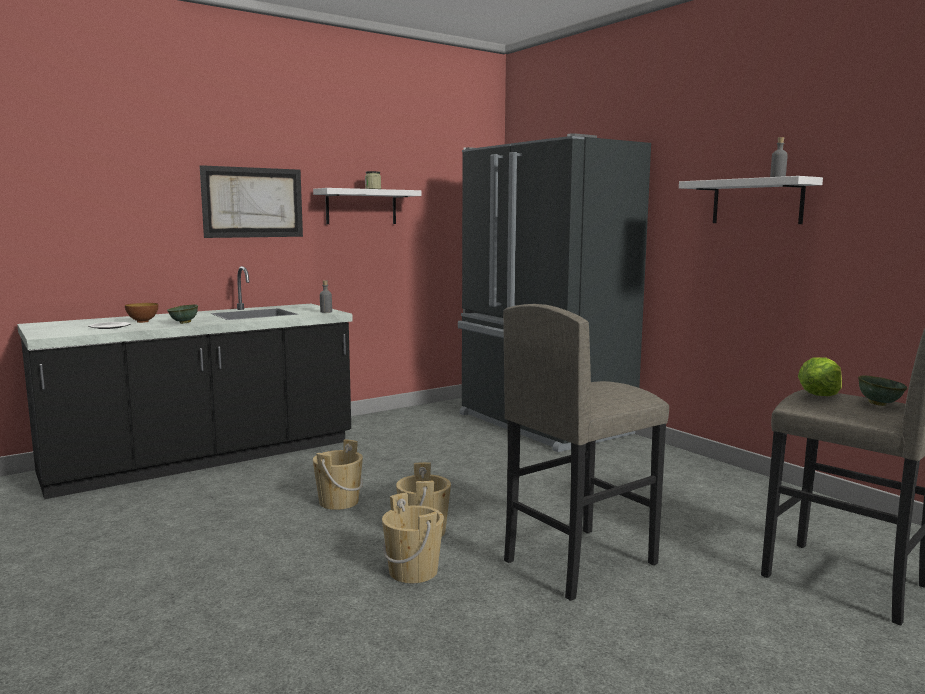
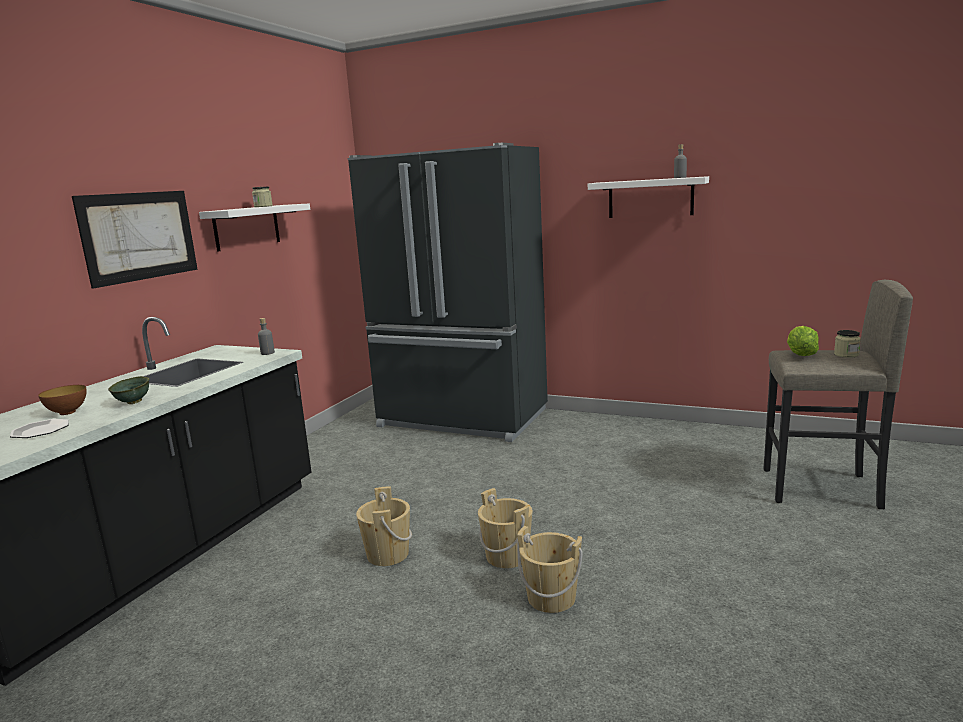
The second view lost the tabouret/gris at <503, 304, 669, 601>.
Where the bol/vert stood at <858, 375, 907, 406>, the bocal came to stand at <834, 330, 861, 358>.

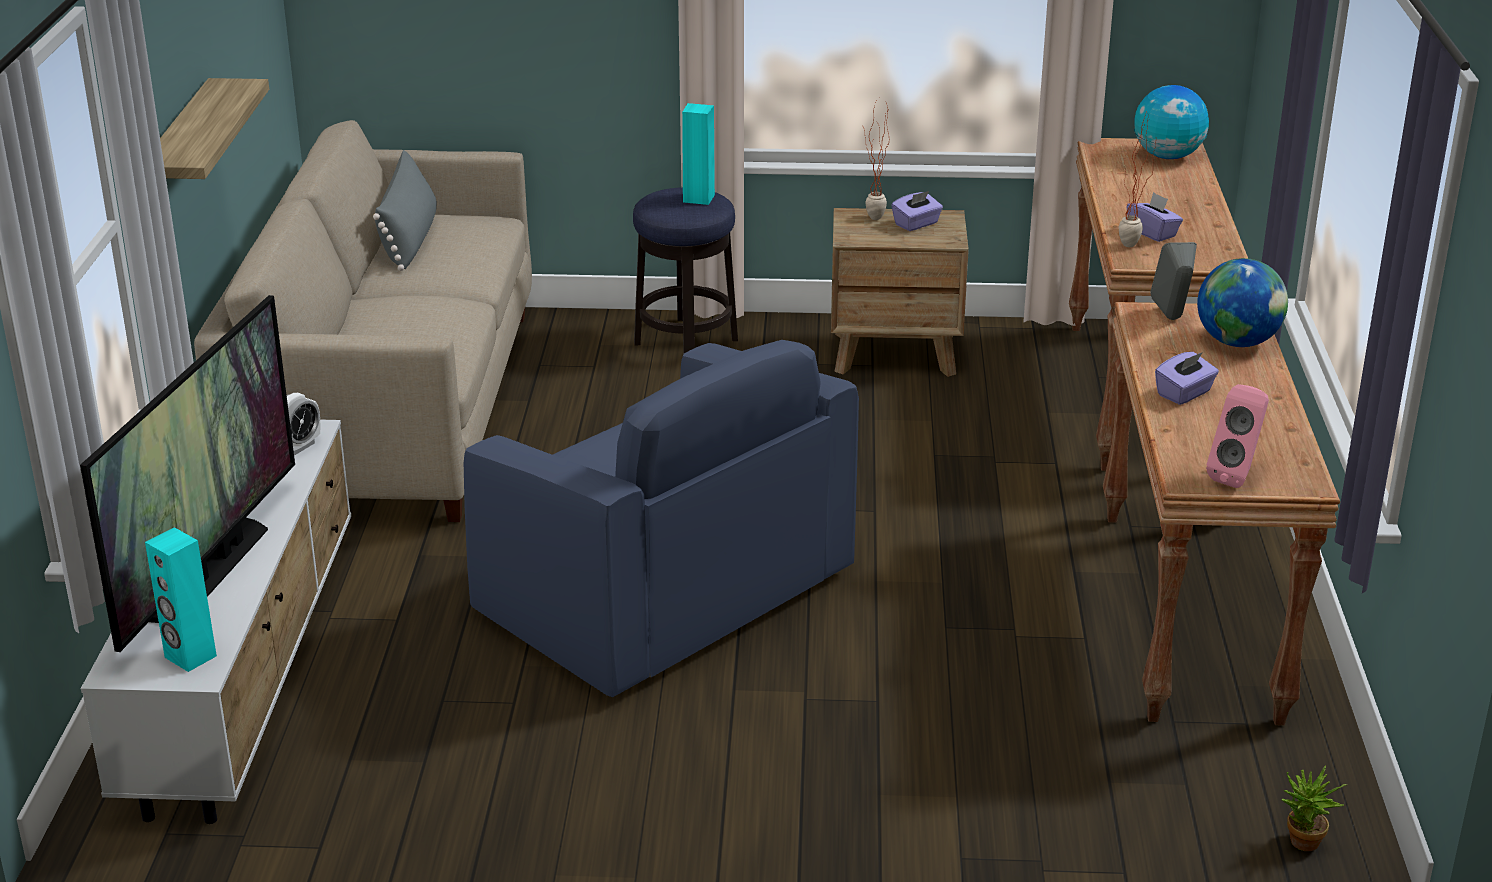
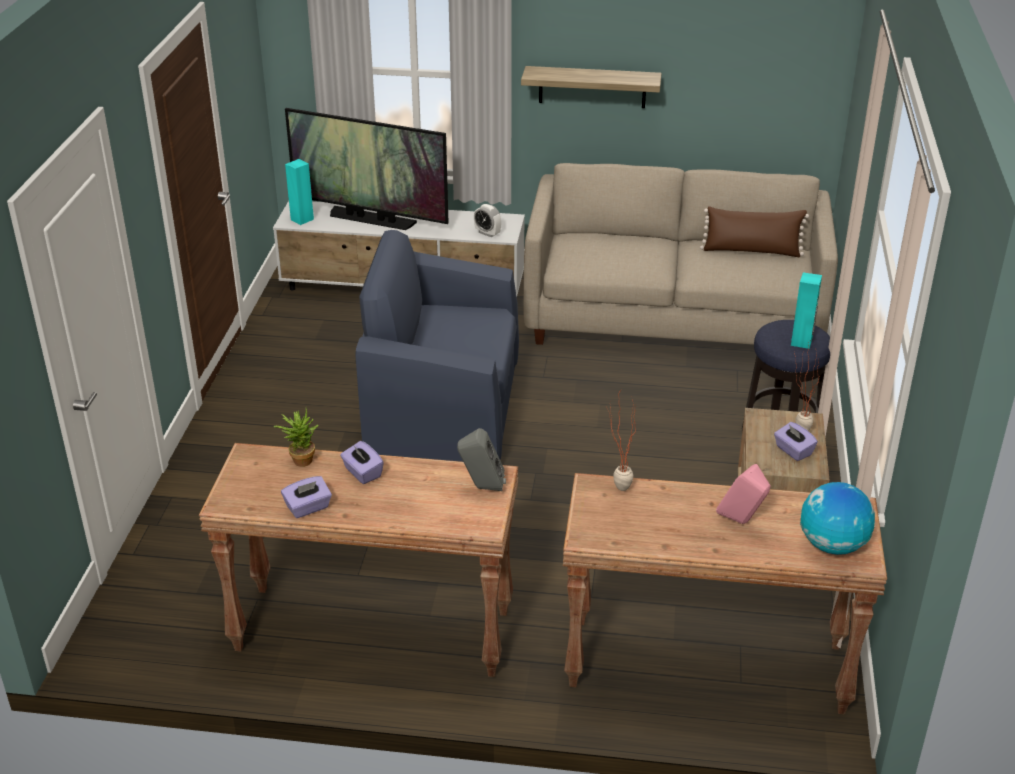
The second view lost the globe at <1197, 258, 1288, 347>.
The boîte à mouchoirs/violet ended up elsewhere, having gone from <1126, 192, 1183, 242> to <281, 476, 332, 518>.
The enceinte/rose ended up elsewhere, having gone from <1206, 384, 1269, 488> to <716, 464, 771, 524>.
The plante en pot ended up elsewhere, having gone from <1282, 765, 1347, 851> to <273, 409, 318, 467>.
What was the coussin/gris at <373, 150, 437, 271> turned into the coussin/marron at <700, 206, 809, 257>.
The fauteuil/bleu at <464, 340, 859, 697> ended up facing another way, 45 degrees clockwise from before.

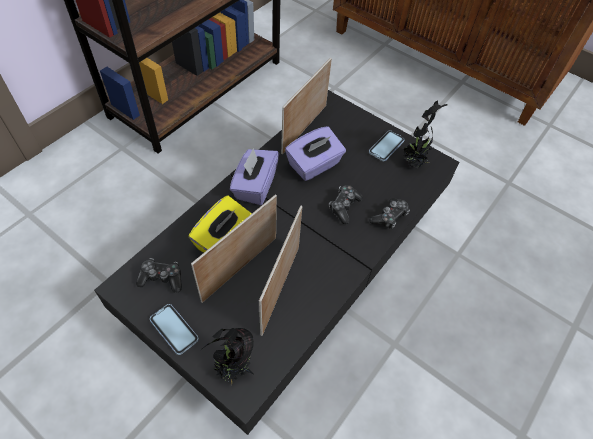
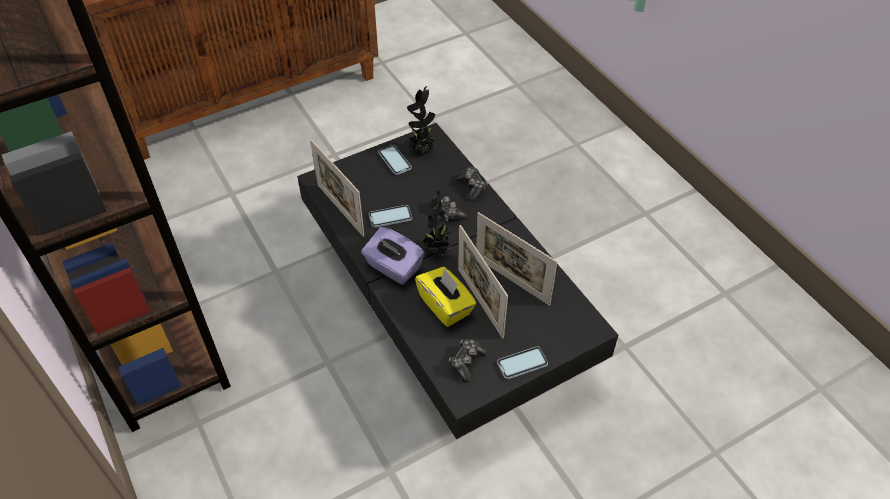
The plante en pot ended up elsewhere, having gone from <201, 328, 254, 386> to <423, 191, 453, 256>.
Where the boîte à mouchoirs/violet stood at <285, 126, 346, 181>, the téléphone came to stand at <369, 205, 412, 228>.

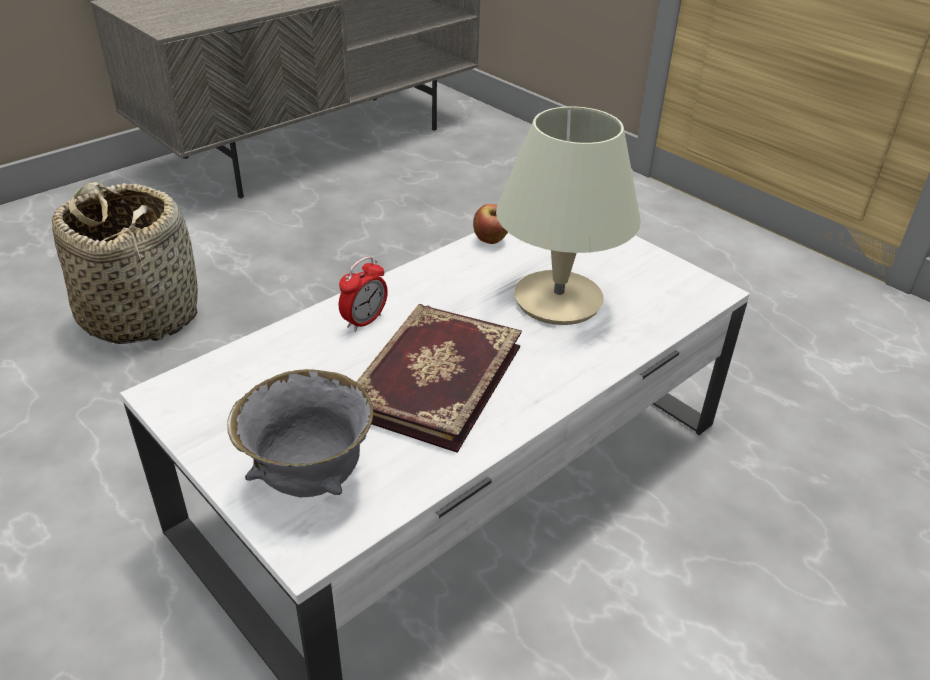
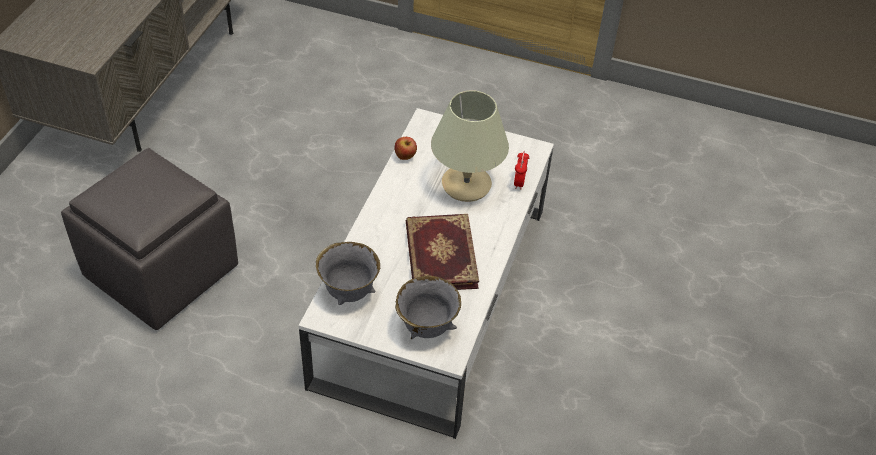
The second view gained the bol/gris at <316, 242, 380, 305>.
The réveil ended up elsewhere, having gone from <339, 256, 388, 332> to <514, 151, 529, 190>.
Where the panier stood at <52, 182, 198, 344>, the pouf/gris came to stand at <61, 148, 238, 330>.

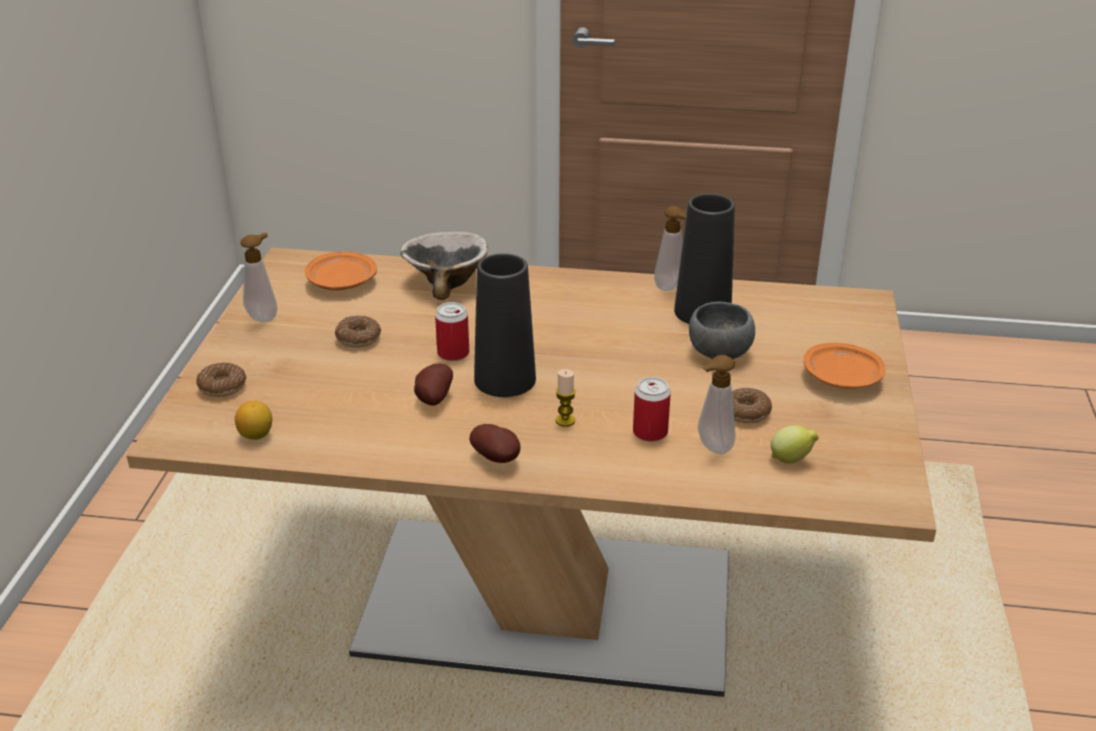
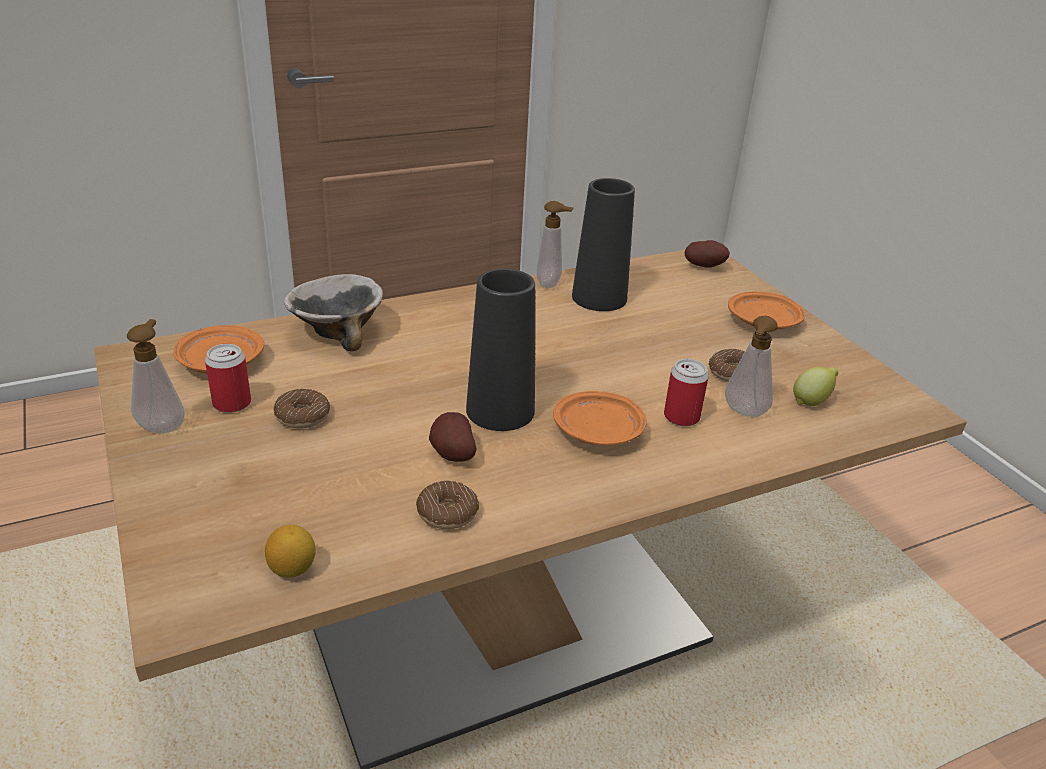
The second view lost the bol/gris at <689, 302, 755, 359>.
The beignet ended up elsewhere, having gone from <197, 363, 246, 397> to <416, 481, 479, 529>.
The boîte métallique ended up elsewhere, having gone from <435, 302, 469, 361> to <205, 344, 251, 413>.
The pomme de terre ended up elsewhere, having gone from <469, 424, 520, 463> to <684, 240, 730, 268>.
Where the bougie stood at <556, 369, 576, 427>, the assiette/orange came to stand at <553, 391, 647, 445>.

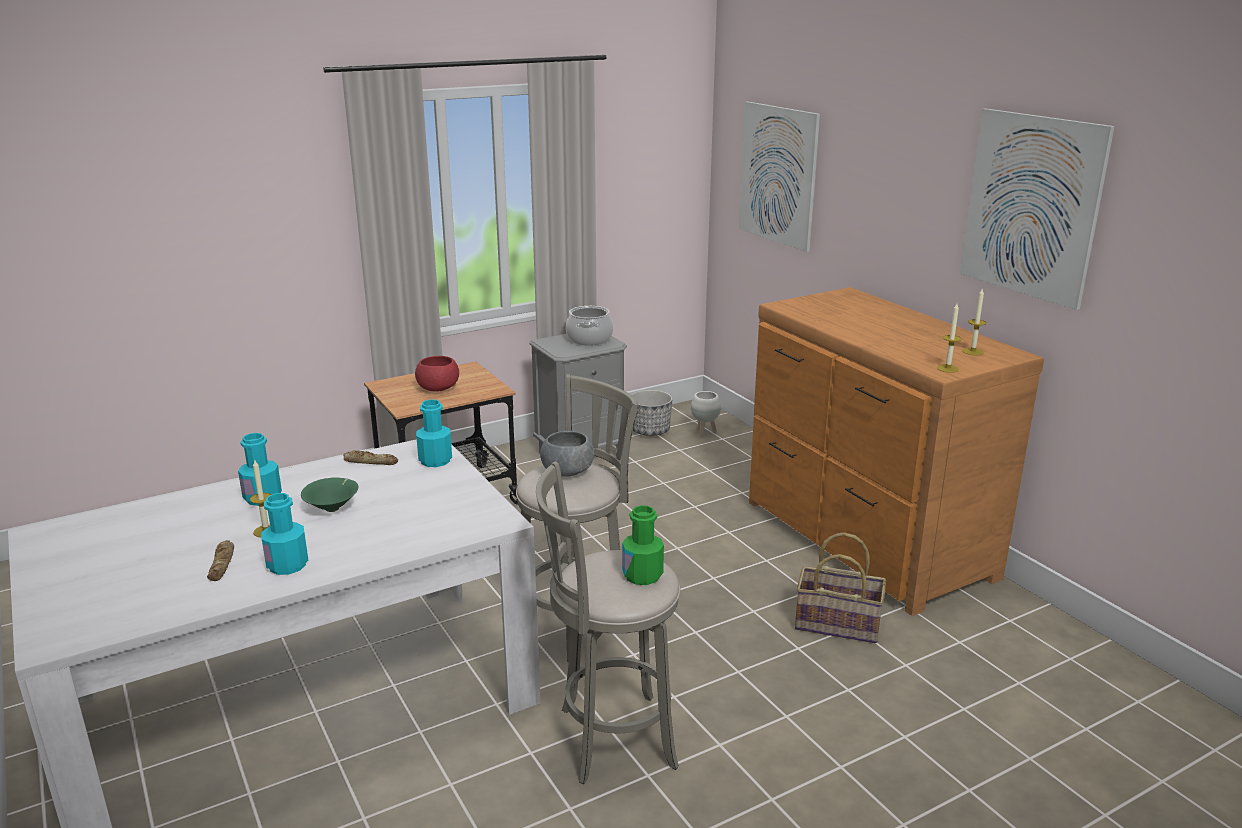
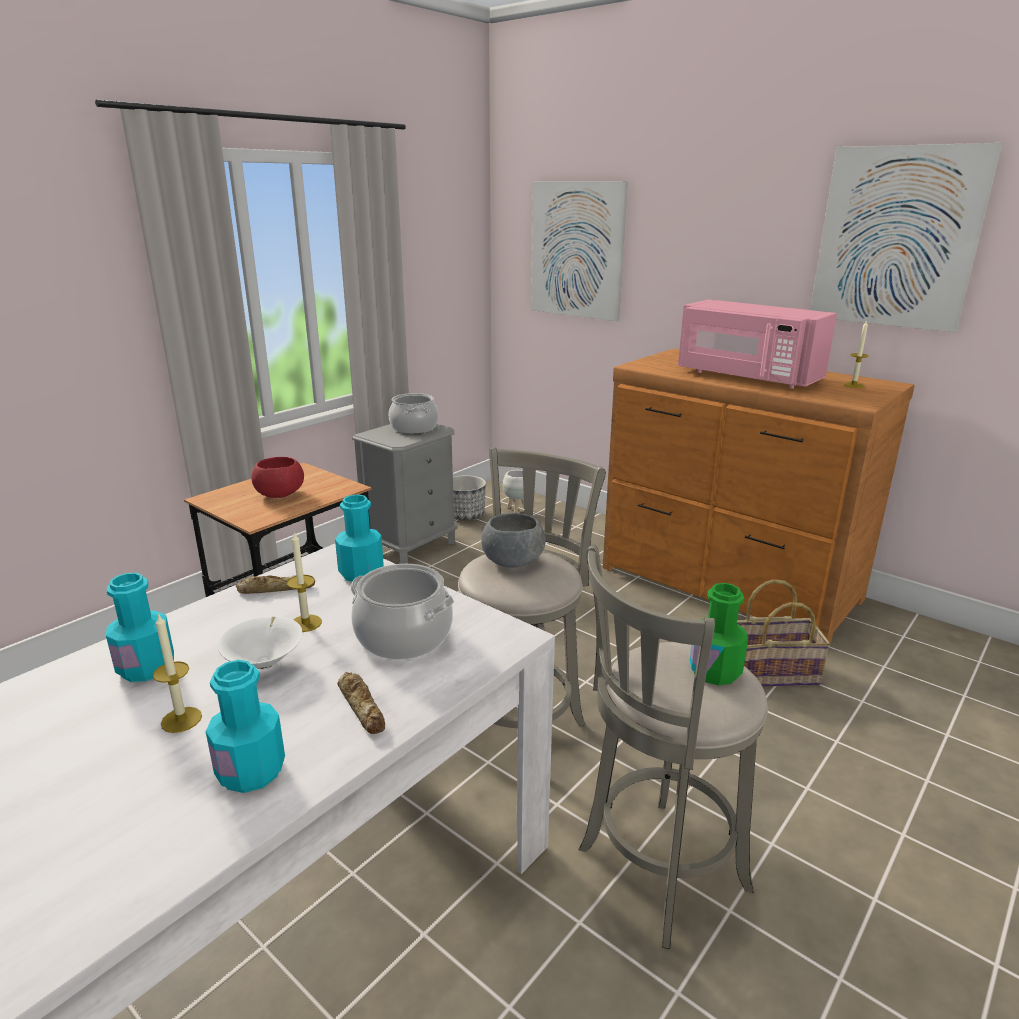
The second view gained the marmite at <350, 564, 454, 659>.
The second view gained the micro-ondes/rose at <678, 299, 837, 389>.
The pain ended up elsewhere, having gone from <207, 540, 234, 581> to <337, 672, 385, 734>.
The bougie ended up elsewhere, having gone from <937, 304, 962, 373> to <287, 531, 322, 632>.
What was the bol/vert at <301, 477, 359, 512> turned into the bol/blanc at <218, 617, 303, 669>.

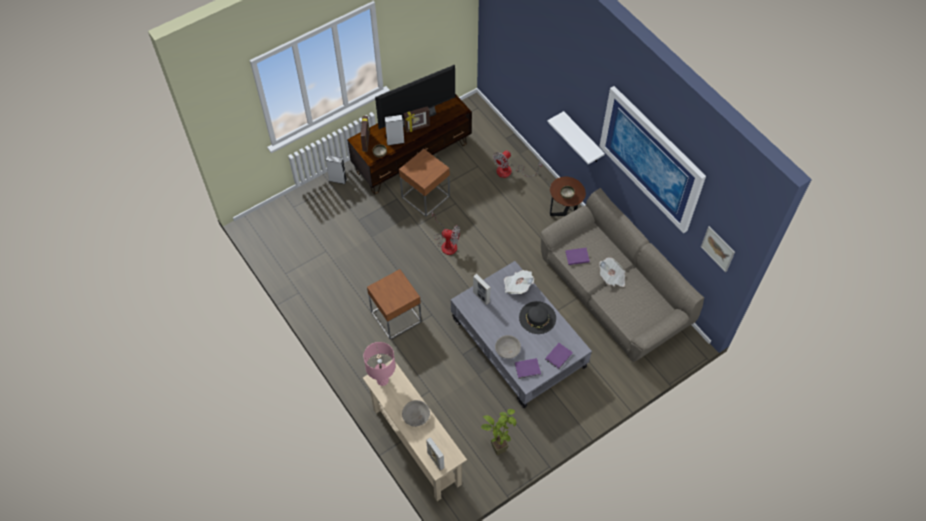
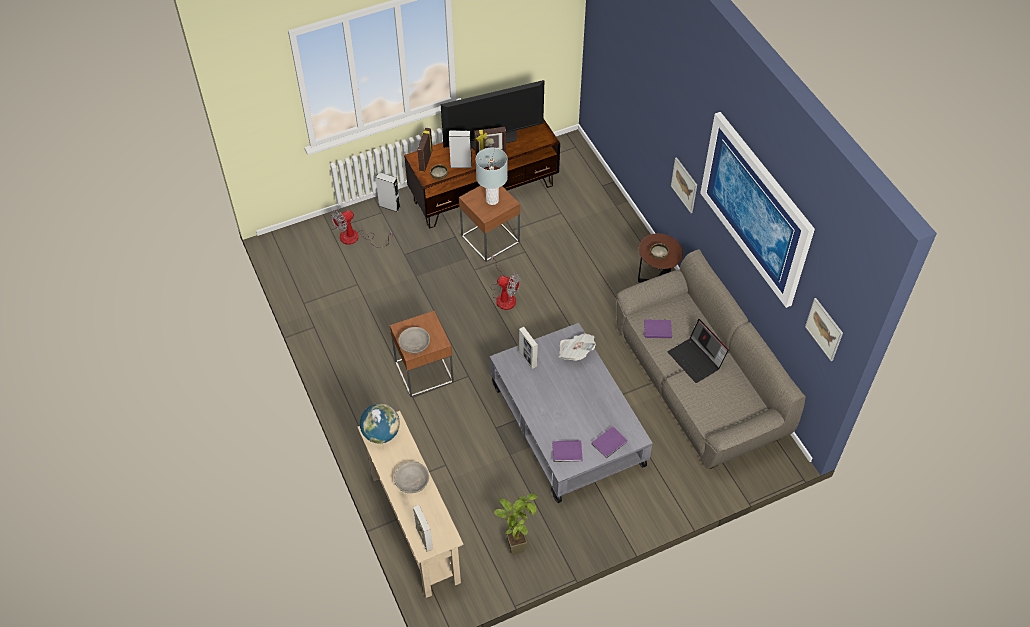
The second view lost the chapeau/noir at <519, 301, 556, 334>.
The second view gained the lampe de table/gris at <476, 148, 508, 205>.
The ventilateur ended up elsewhere, having gone from <493, 150, 542, 178> to <331, 210, 393, 248>.
The bol/gris ended up elsewhere, having gone from <495, 335, 521, 359> to <398, 327, 430, 354>.
Where the lampe de table/rose stood at <364, 342, 396, 386>, the globe came to stand at <360, 403, 400, 443>.
Where the étagère/blanc hung at <548, 111, 605, 164>, the tableau came to hang at <671, 157, 697, 213>.
Where the journal stood at <599, 257, 626, 287>, the ordinateur portable came to stand at <668, 319, 729, 383>.

